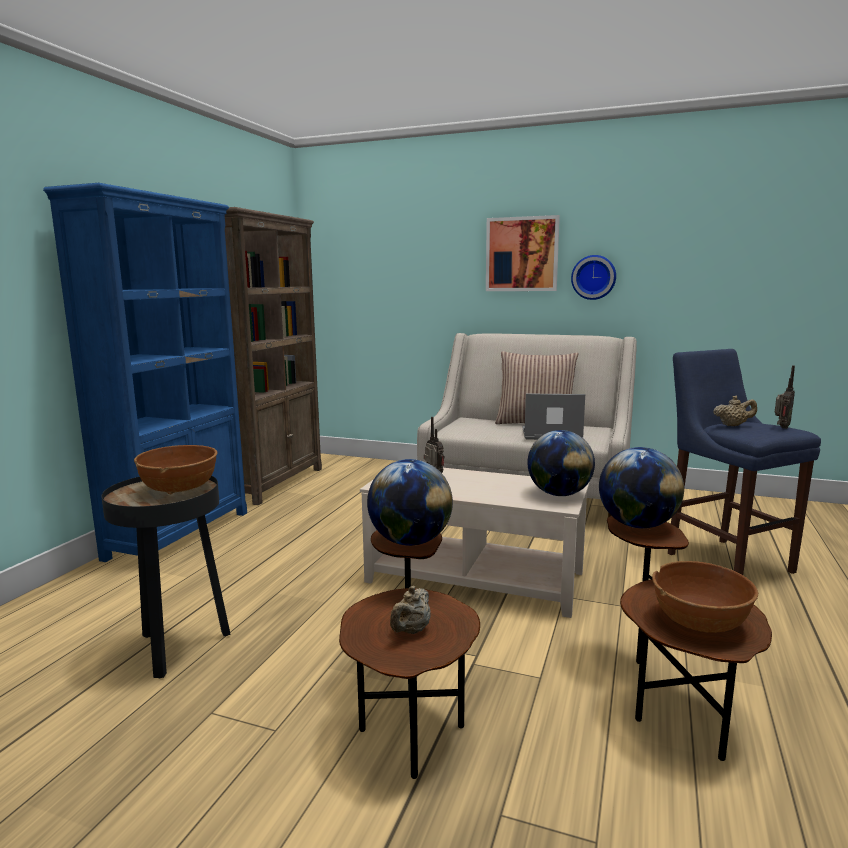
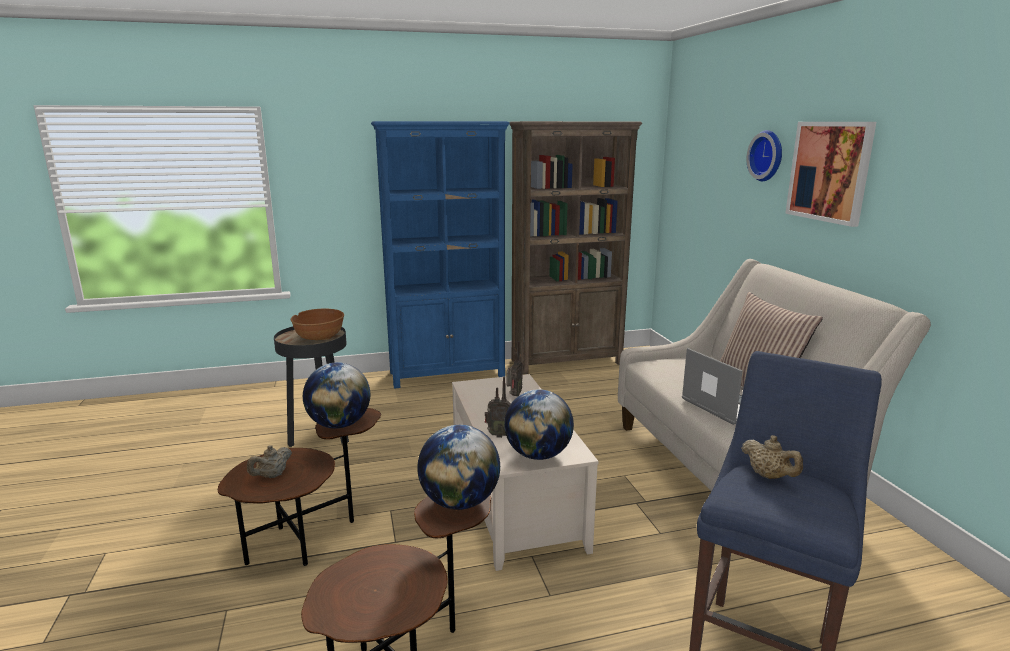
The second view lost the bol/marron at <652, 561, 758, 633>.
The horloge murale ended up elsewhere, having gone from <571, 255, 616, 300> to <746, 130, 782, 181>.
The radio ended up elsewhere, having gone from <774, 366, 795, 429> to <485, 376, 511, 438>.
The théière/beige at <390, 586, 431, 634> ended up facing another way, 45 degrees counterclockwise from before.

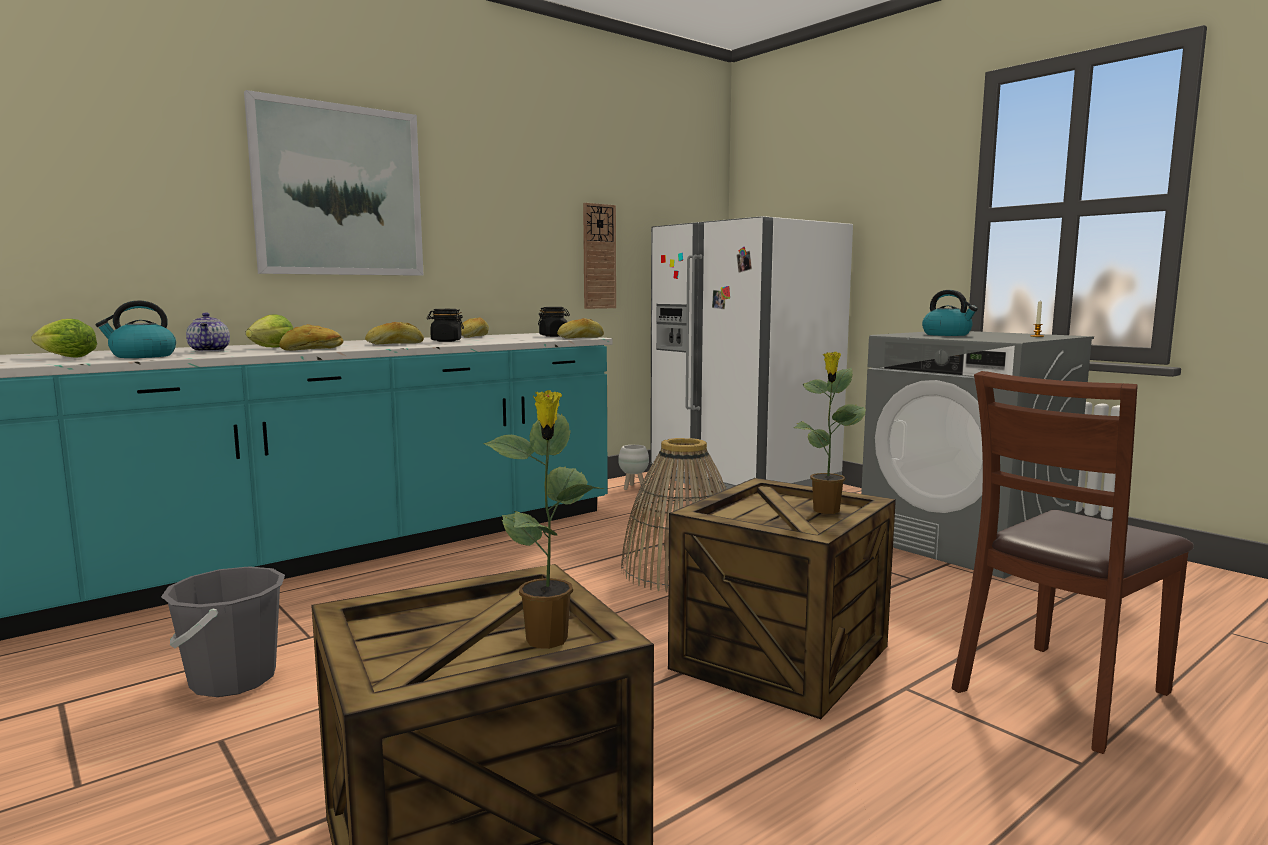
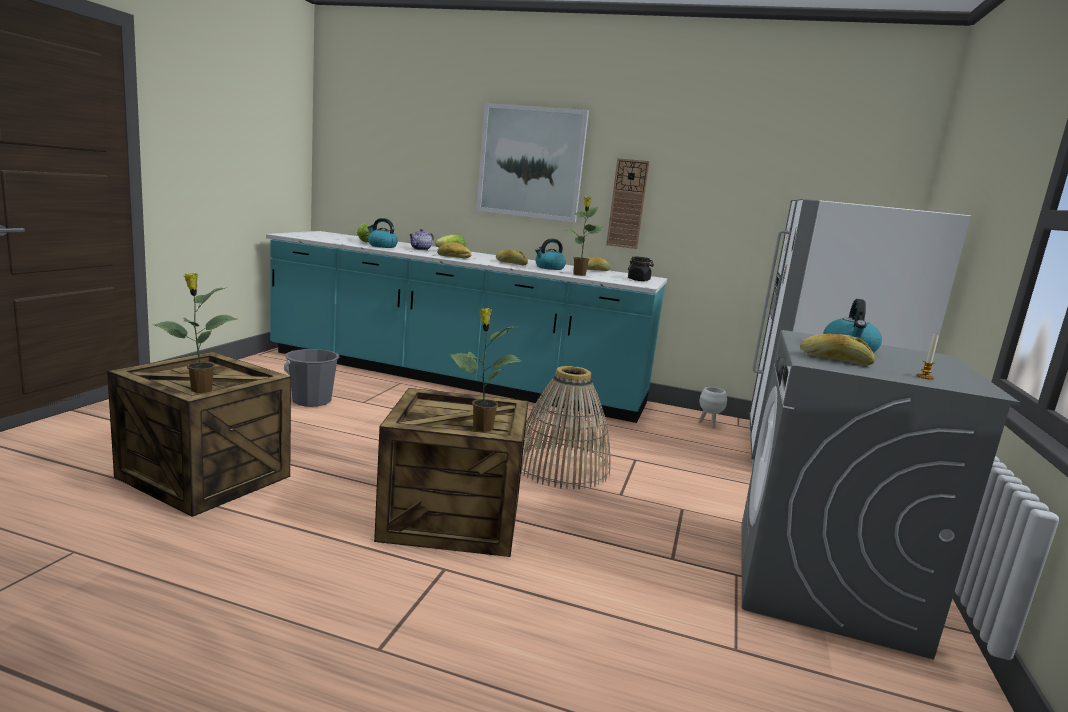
The second view lost the chaise/marron at <952, 371, 1194, 754>.
The second view gained the plante en pot at <566, 197, 603, 276>.
The pain ended up elsewhere, having gone from <557, 318, 604, 339> to <800, 334, 875, 365>.
The horloge murale ended up elsewhere, having gone from <583, 203, 616, 309> to <606, 158, 650, 249>.
Where the bocal/noir stood at <427, 309, 464, 342>, the bouilloire came to stand at <535, 239, 566, 270>.

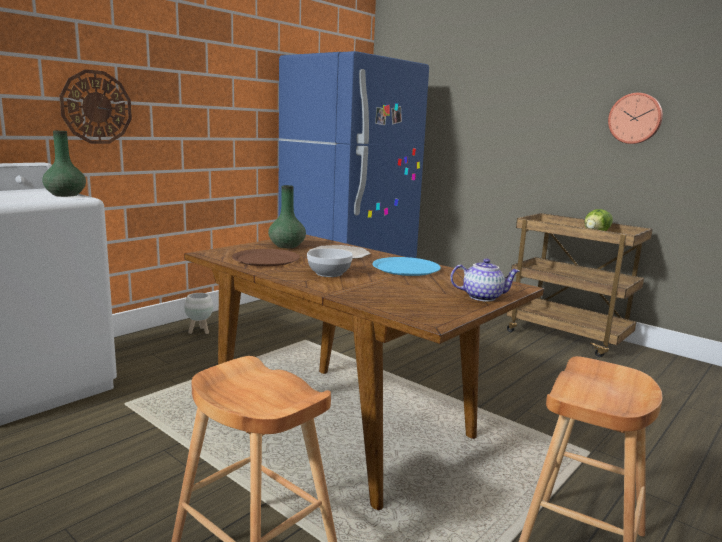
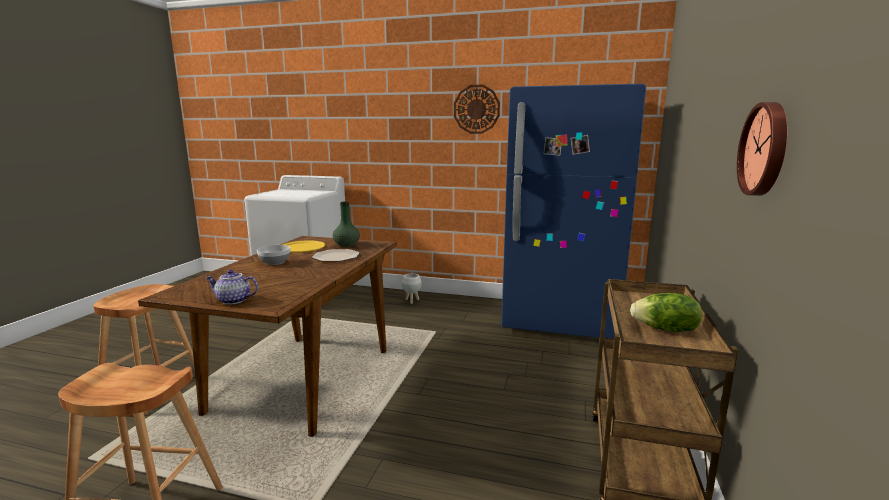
The second view lost the vase/vert at <42, 131, 86, 197>.
The second view lost the assiette/bleu at <372, 257, 441, 276>.
The horloge murale ended up elsewhere, having gone from <59, 69, 132, 144> to <454, 85, 500, 134>.
What was the assiette/marron at <232, 249, 300, 266> turned into the assiette/jaune at <282, 240, 325, 253>.
The théière at <450, 258, 520, 302> ended up facing another way, 120 degrees clockwise from before.

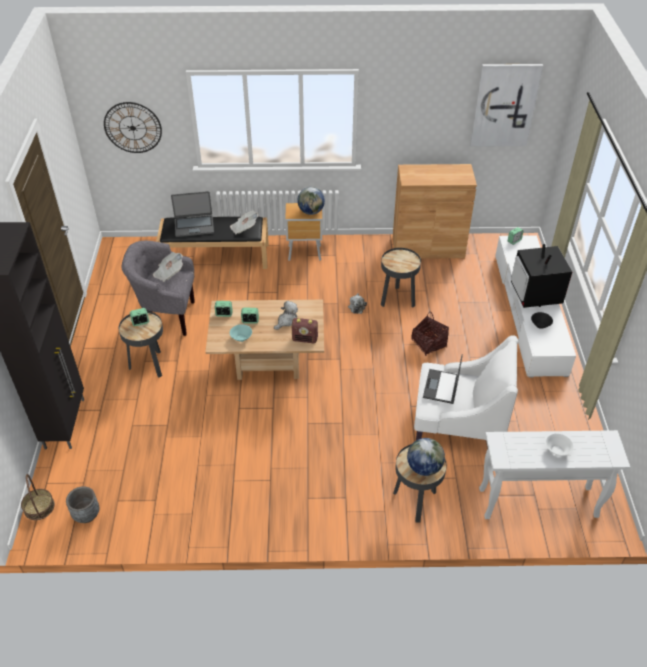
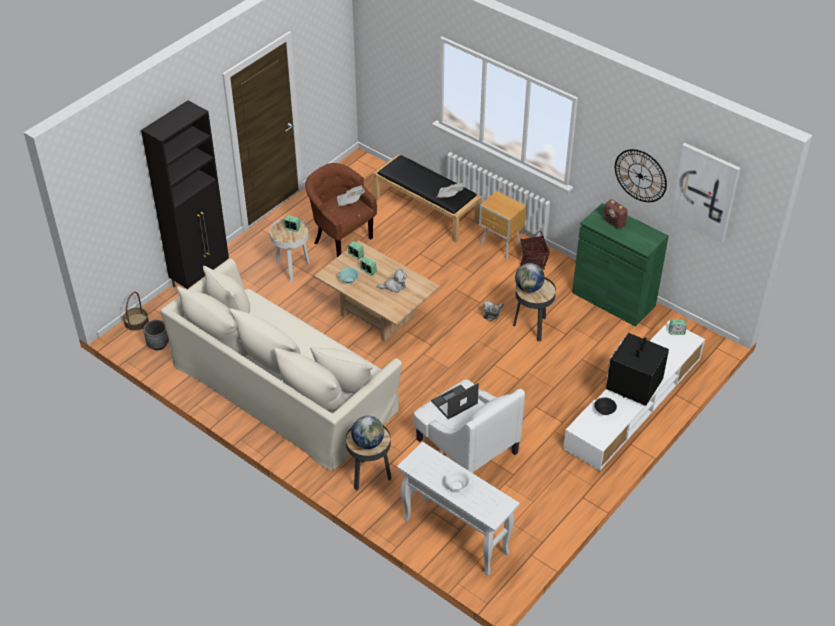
The second view lost the ordinateur portable at <171, 191, 214, 237>.
The second view gained the canapé/beige at <160, 258, 402, 470>.
The horloge murale ended up elsewhere, having gone from <104, 102, 162, 153> to <615, 149, 667, 202>.
The radio ended up elsewhere, having gone from <291, 318, 318, 343> to <603, 200, 628, 229>.
The globe ended up elsewhere, having gone from <297, 187, 325, 215> to <515, 263, 545, 293>.
The panier ended up elsewhere, having gone from <411, 311, 449, 356> to <520, 231, 550, 270>.
What was the table d'appoint/noir at <119, 311, 163, 378> turned into the table d'appoint/blanc at <270, 218, 310, 282>.
What was the fauteuil/gris at <121, 241, 195, 336> turned into the fauteuil/marron at <305, 163, 377, 257>.
What was the meuble de rangement/marron at <393, 164, 477, 259> turned into the meuble de rangement/vert at <572, 203, 669, 327>.

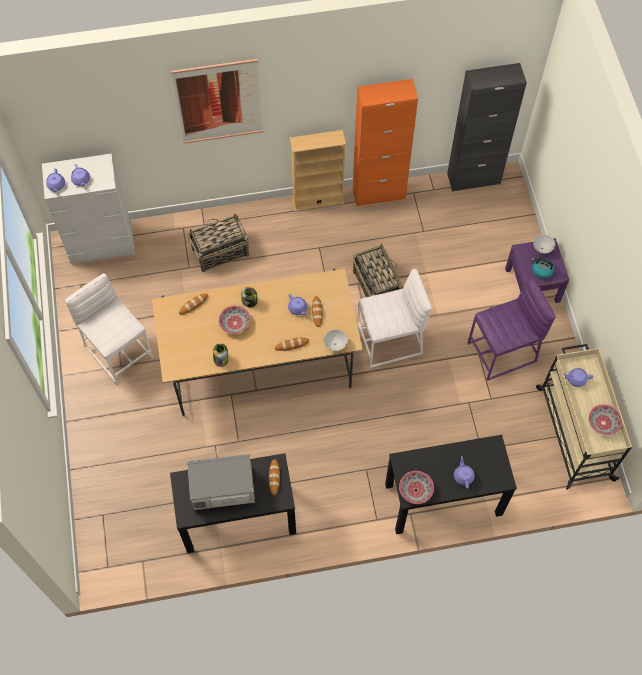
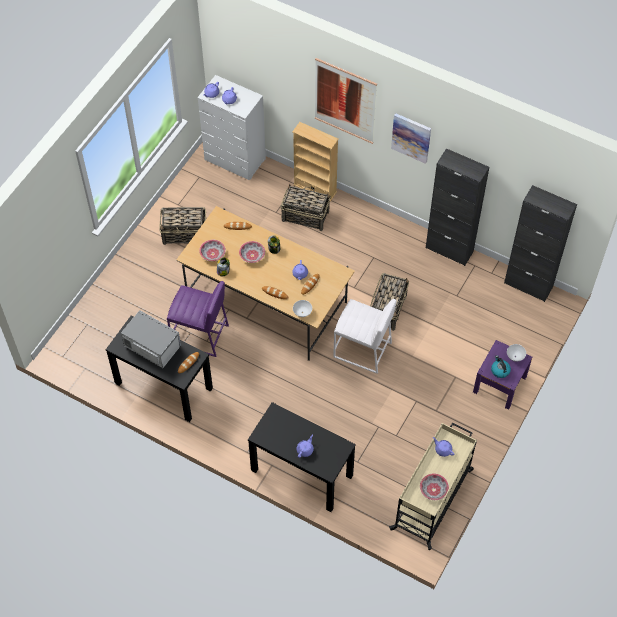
The second view gained the tableau at <391, 113, 431, 164>.
The bibliothèque/beige ended up elsewhere, having gone from <290, 130, 346, 211> to <292, 122, 339, 202>.
The bol ended up elsewhere, having gone from <399, 471, 434, 504> to <199, 240, 226, 261>.
The tabouret/violet ended up elsewhere, having gone from <468, 278, 556, 381> to <167, 281, 229, 357>.
Where the tabouret/blanc stood at <65, 273, 153, 384>, the panier came to stand at <159, 207, 206, 245>.
What was the meuble de rangement/orange at <352, 79, 418, 207> turned into the meuble de rangement/noir at <426, 148, 489, 266>.

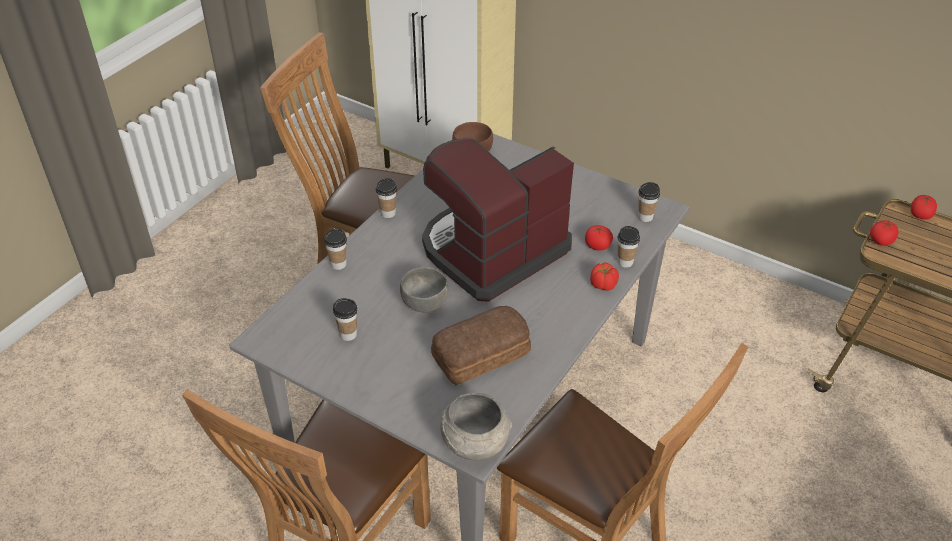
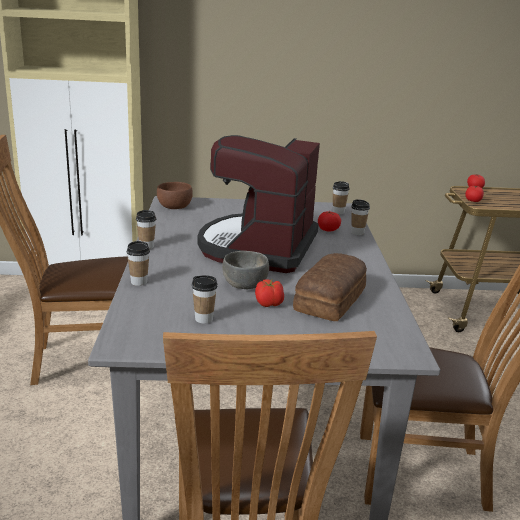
The second view lost the bol/gris at <440, 393, 512, 461>.
The tomate ended up elsewhere, having gone from <590, 262, 619, 291> to <255, 279, 284, 307>.

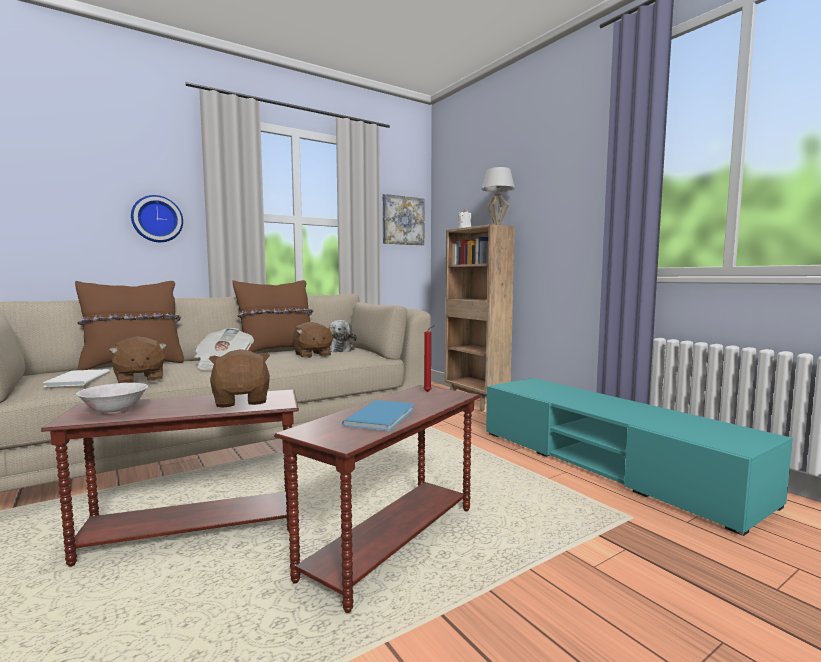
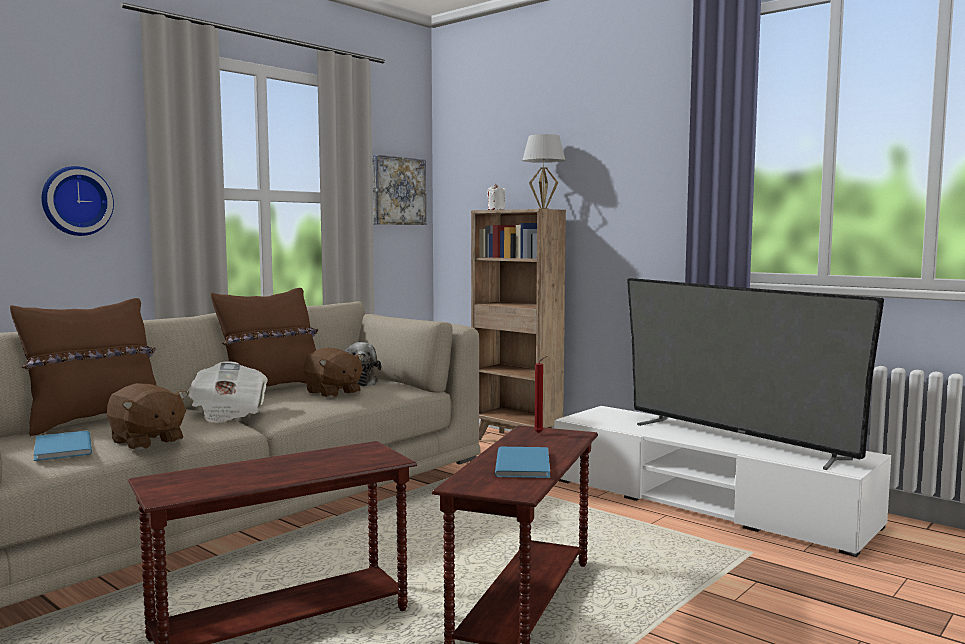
The second view lost the bol/blanc at <76, 383, 148, 415>.
The second view lost the peluche/marron at <209, 349, 270, 408>.
The second view gained the téléviseur at <627, 278, 884, 470>.
What was the livre/blanc at <43, 369, 110, 387> turned into the livre/bleu at <33, 431, 92, 461>.
What was the meuble télé/turquoise at <486, 378, 793, 536> turned into the meuble télé/blanc at <554, 406, 891, 557>.

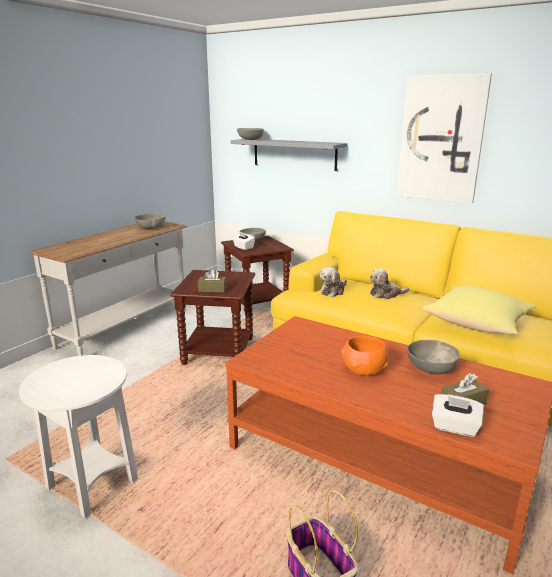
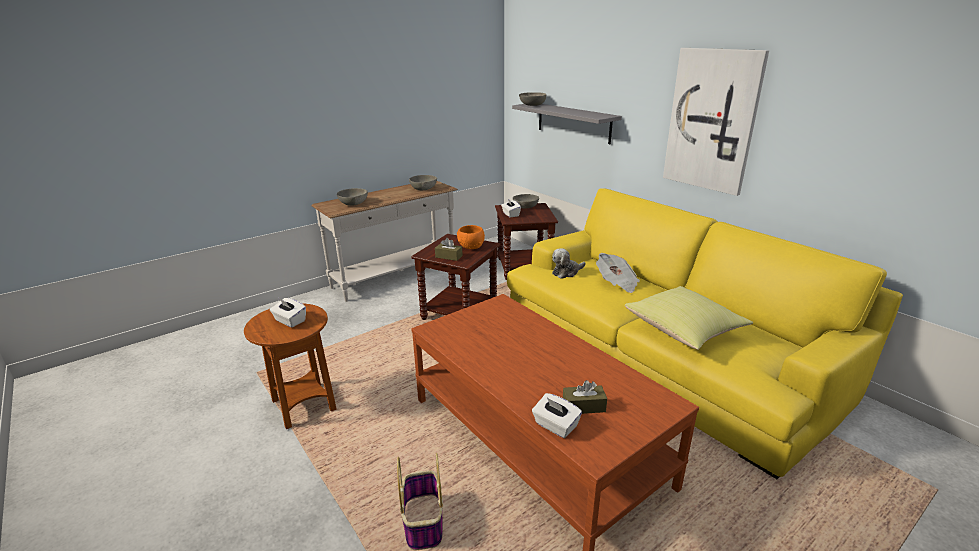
The second view gained the boîte à mouchoirs/blanc at <270, 298, 306, 328>.
The bol/orange ended up elsewhere, having gone from <341, 336, 388, 376> to <457, 225, 485, 249>.
The bol/gris ended up elsewhere, having gone from <407, 340, 460, 374> to <337, 188, 368, 206>.
Where the peluche stood at <370, 268, 409, 299>, the journal came to stand at <596, 253, 640, 293>.
What was the table d'appoint/blanc at <19, 355, 138, 518> turned into the table d'appoint/marron at <244, 303, 337, 429>.

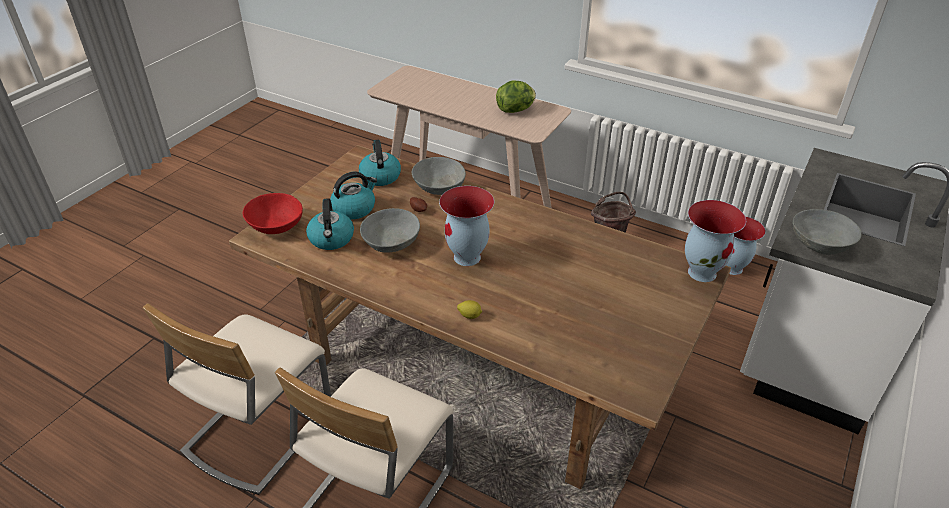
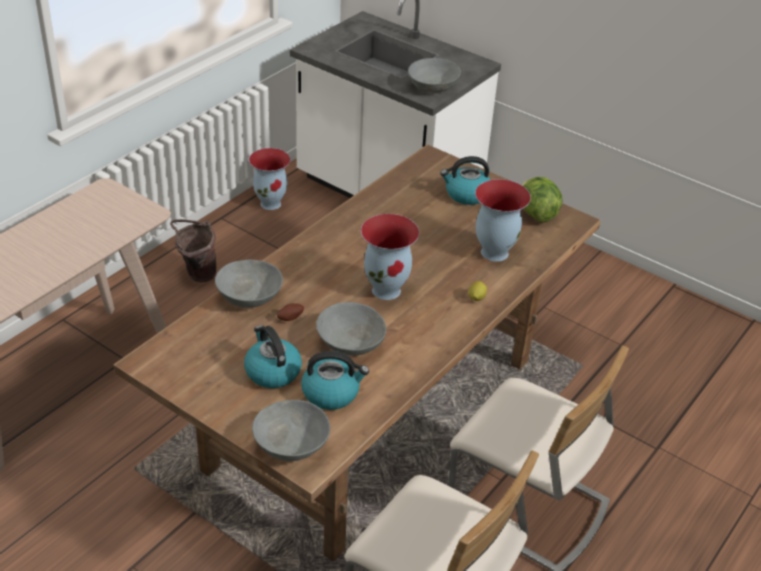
The bouilloire ended up elsewhere, having gone from <359, 140, 401, 186> to <440, 156, 490, 205>.
The laitue ended up elsewhere, having gone from <496, 81, 536, 113> to <522, 177, 562, 222>.
The vase ended up elsewhere, having gone from <685, 200, 746, 282> to <475, 179, 531, 262>.
What was the bol/rouge at <243, 193, 303, 234> turned into the bol/gris at <252, 400, 330, 461>.

